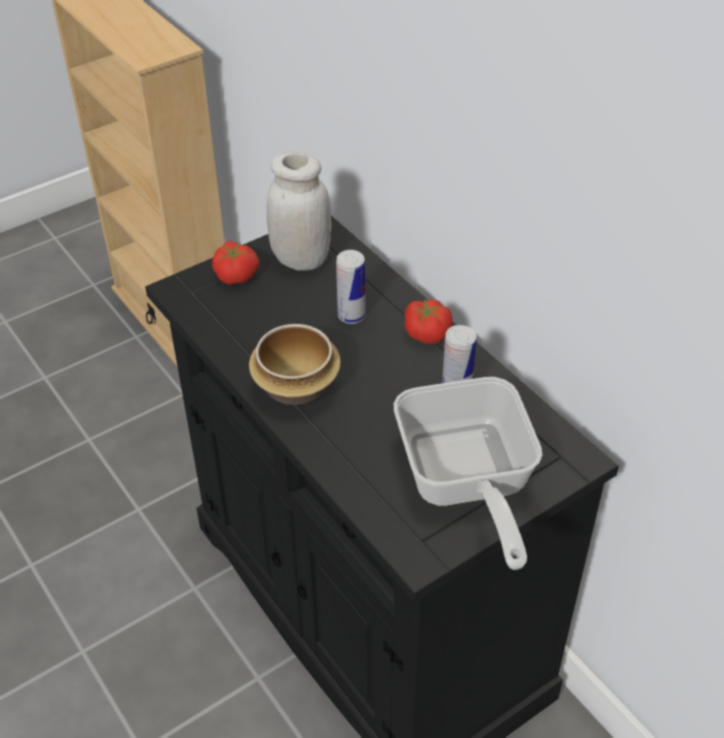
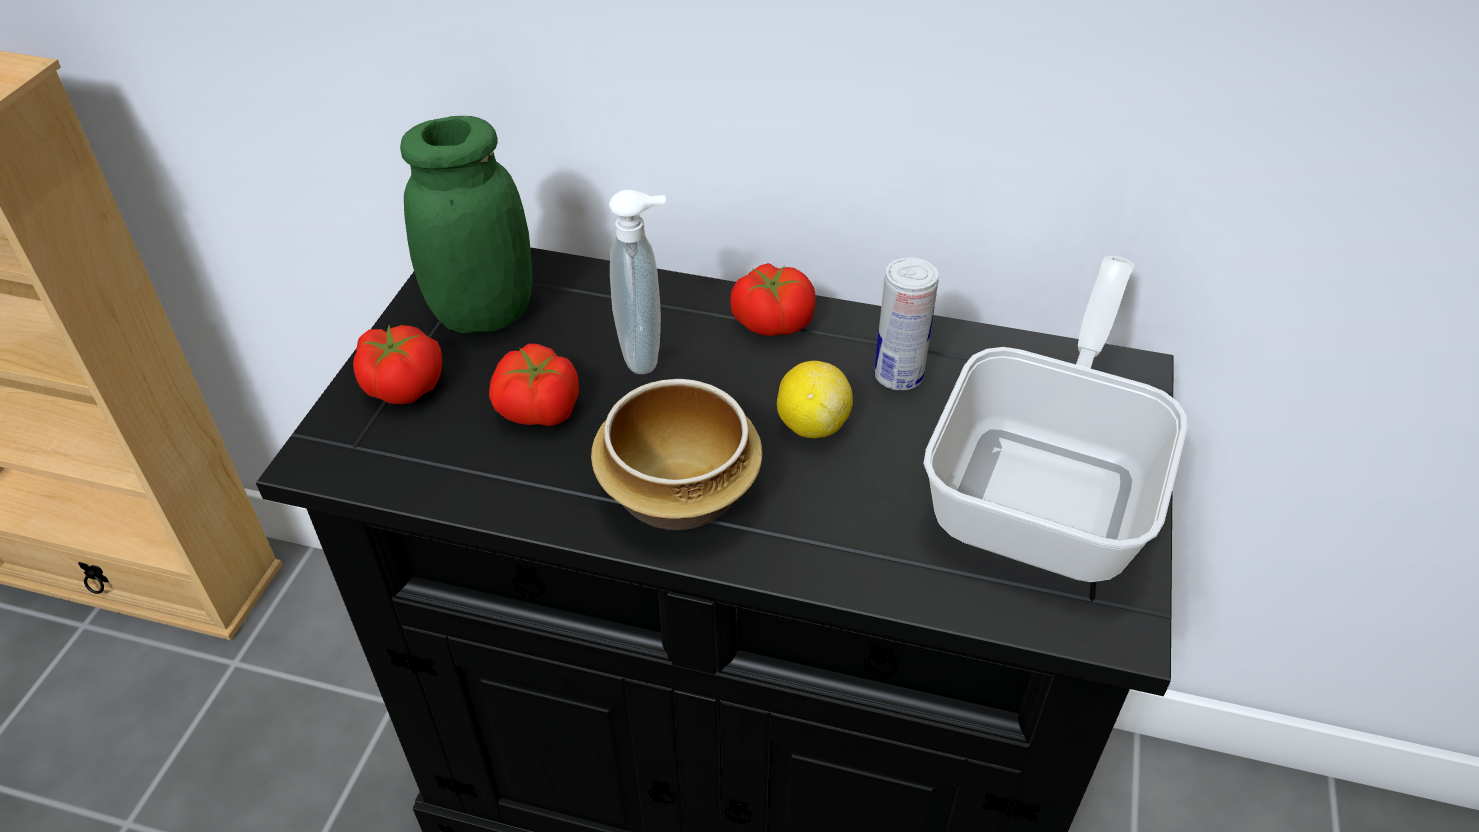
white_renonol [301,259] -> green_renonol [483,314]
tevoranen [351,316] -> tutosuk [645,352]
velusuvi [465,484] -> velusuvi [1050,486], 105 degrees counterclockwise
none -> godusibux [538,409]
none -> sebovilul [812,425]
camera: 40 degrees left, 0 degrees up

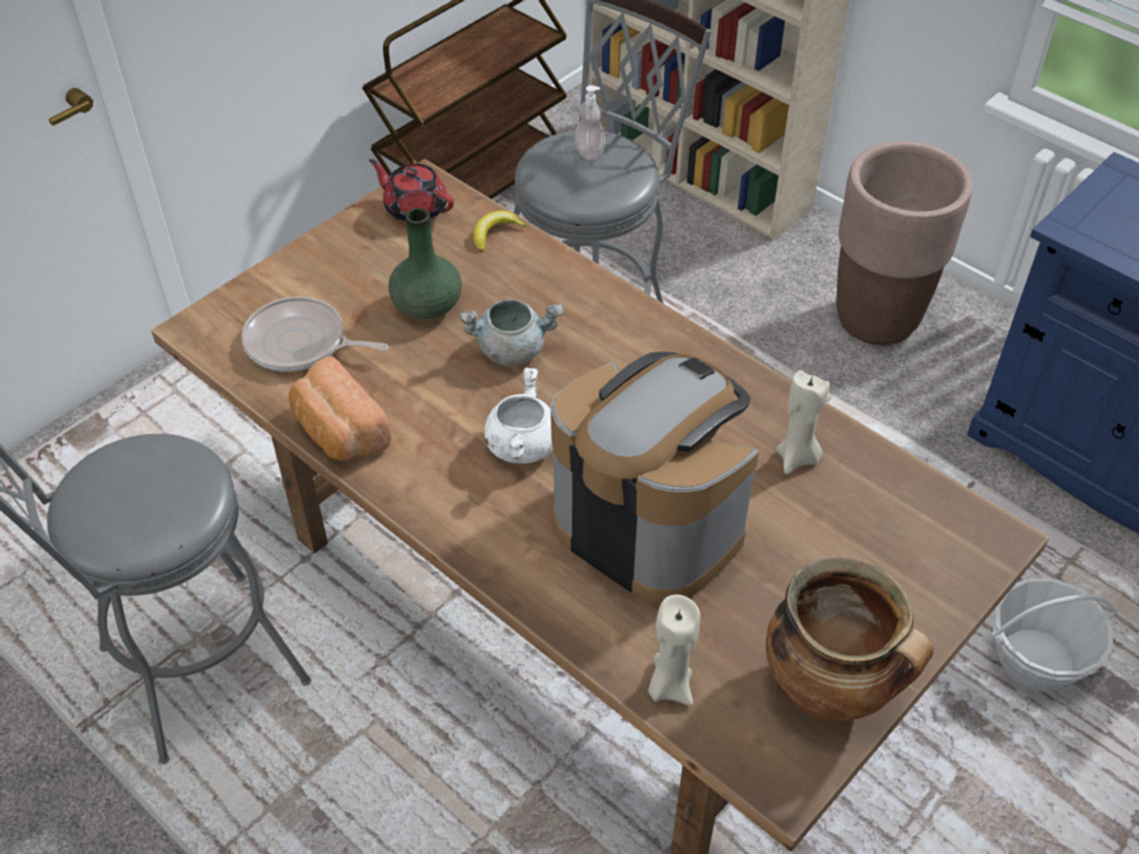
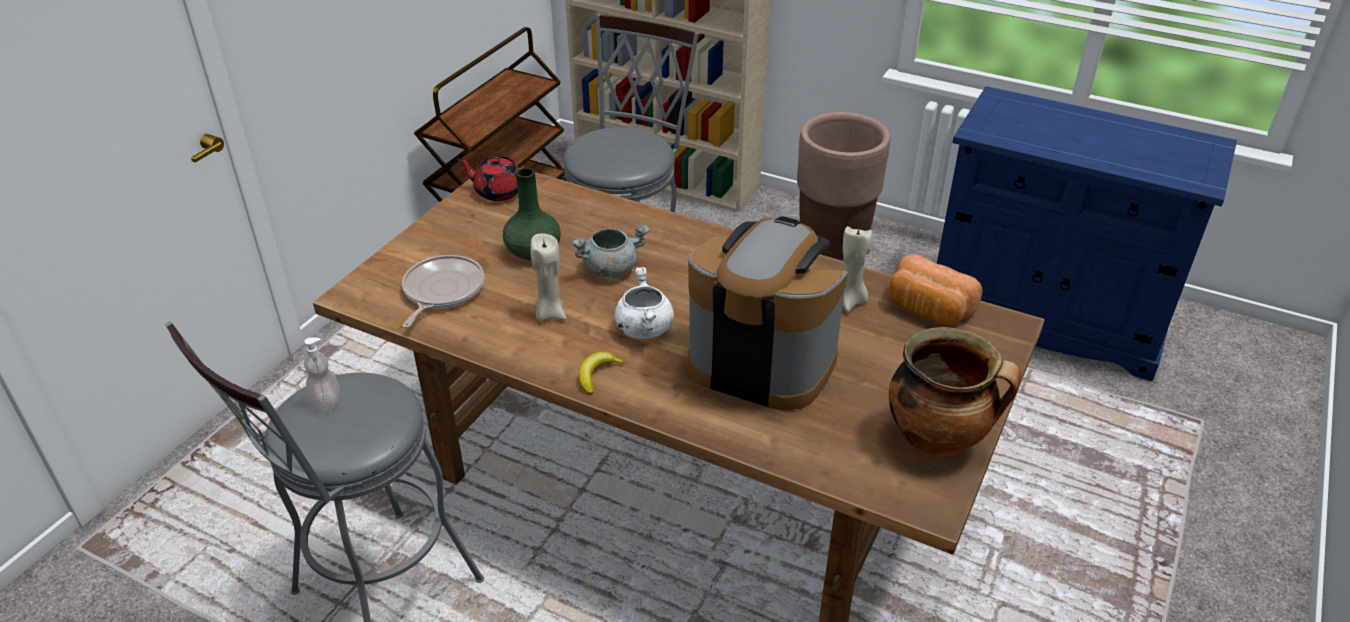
velusuvi [300,343] -> velusuvi [441,291], 105 degrees clockwise
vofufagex [338,432] -> vofufagex [927,310], move
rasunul [495,234] -> rasunul [597,375], move
tutosuk [589,152] -> tutosuk [326,401], move
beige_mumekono [669,685] -> beige_mumekono [549,314], move
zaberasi [1035,660] -> none
camera: 15 degrees left, 10 degrees down

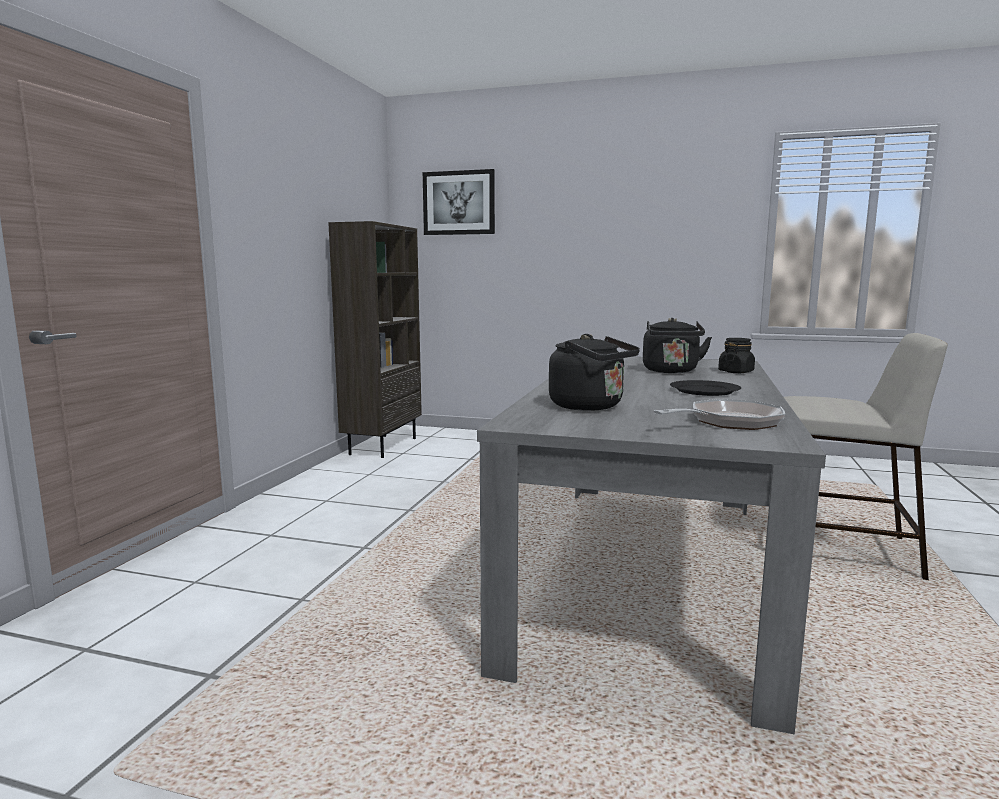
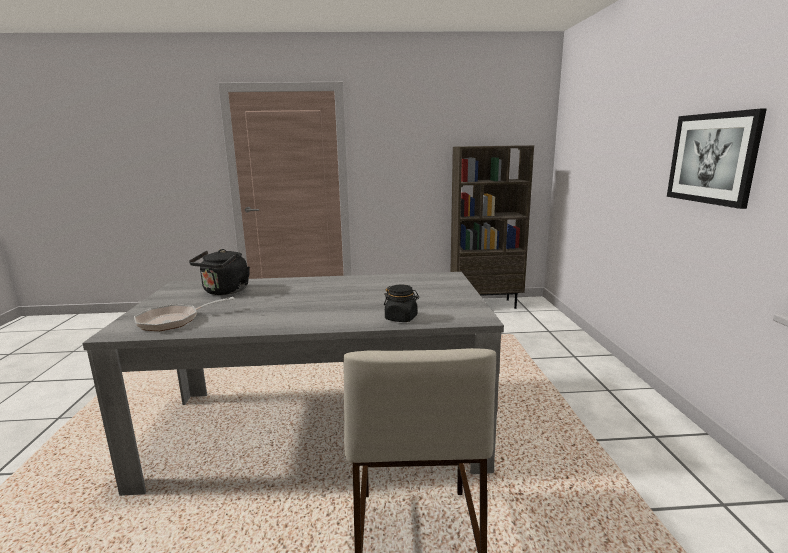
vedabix [459,203] -> vedabix [712,158], move
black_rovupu [671,371] -> none
velusuvi [729,422] -> velusuvi [174,321], 105 degrees clockwise
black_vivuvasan [704,390] -> none
camera: 70 degrees right, 5 degrees up

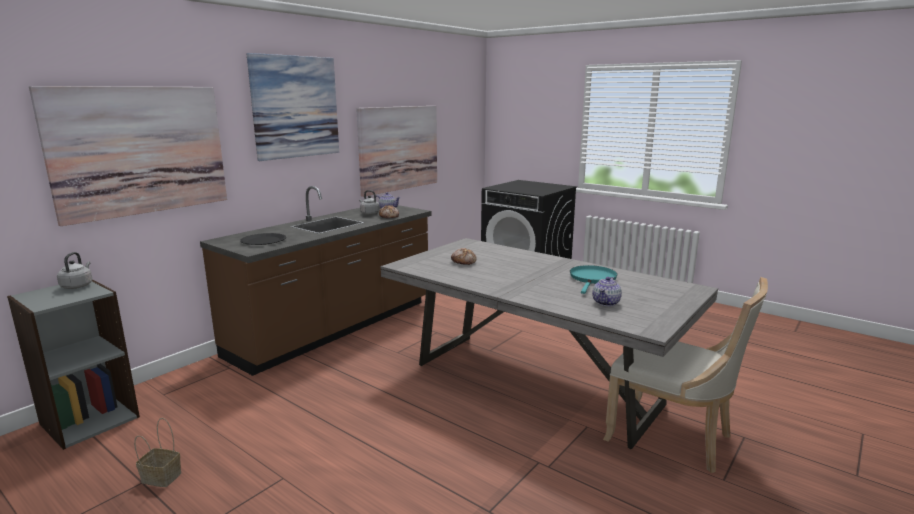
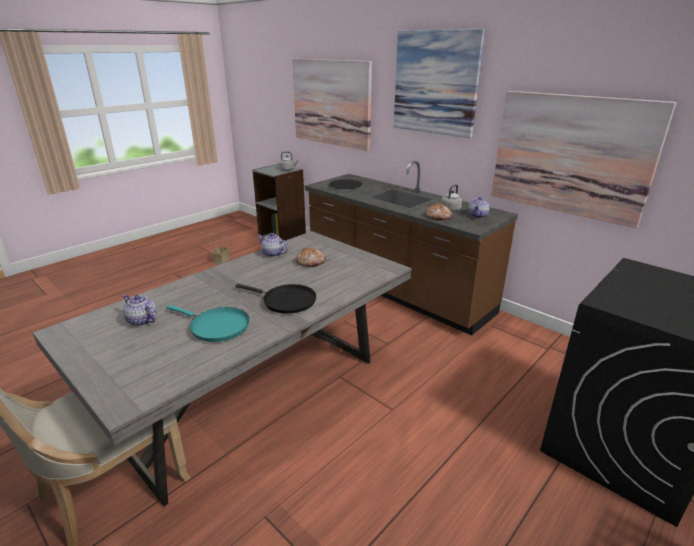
none -> black_velusuvi [286,301]
none -> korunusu [273,254]
camera: 95 degrees right, 10 degrees up

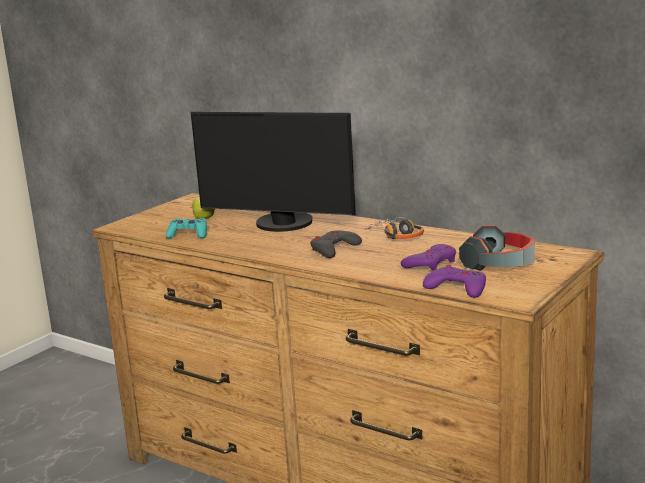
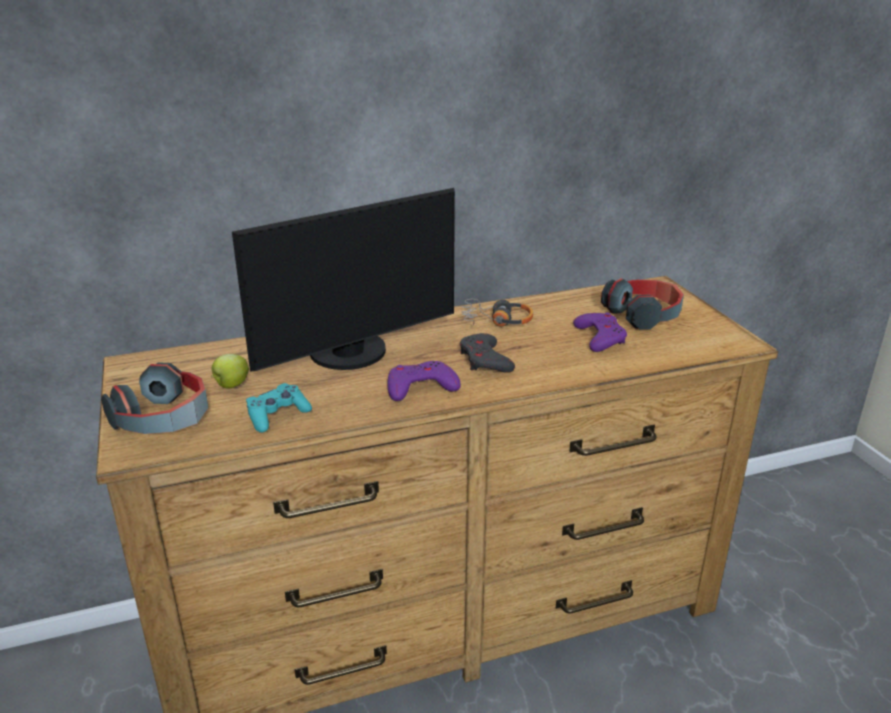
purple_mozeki [457,288] -> purple_mozeki [420,387], move
none -> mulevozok [164,418]
camera: 55 degrees left, 10 degrees up

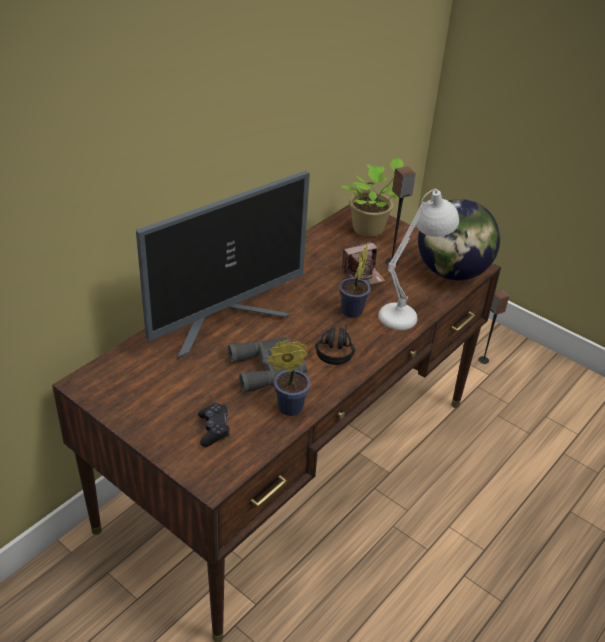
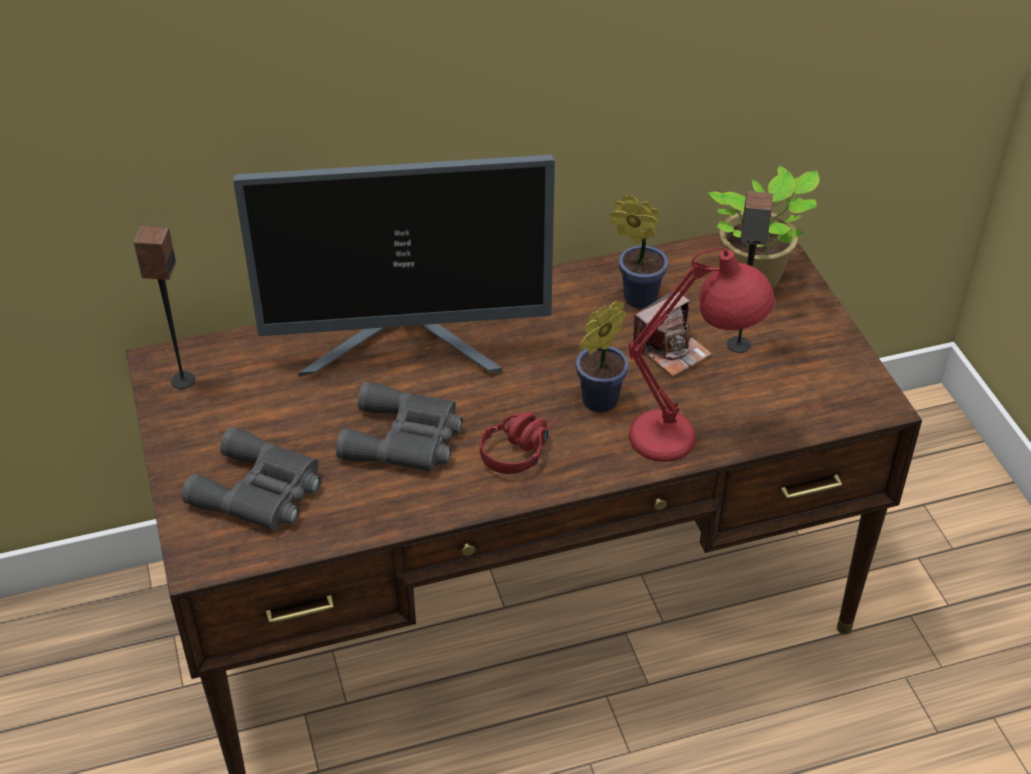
black_mozeki [214,429] -> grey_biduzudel [260,492]
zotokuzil [286,407] -> zotokuzil [636,296], move
black_mulevozok [335,349] -> red_mulevozok [521,448]
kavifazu [363,275] -> kavifazu [671,350], 45 degrees counterclockwise
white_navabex [410,312] -> red_navabex [691,436]
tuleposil [451,272] -> none
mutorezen [483,360] -> mutorezen [182,380], move
camera: 35 degrees right, 5 degrees up

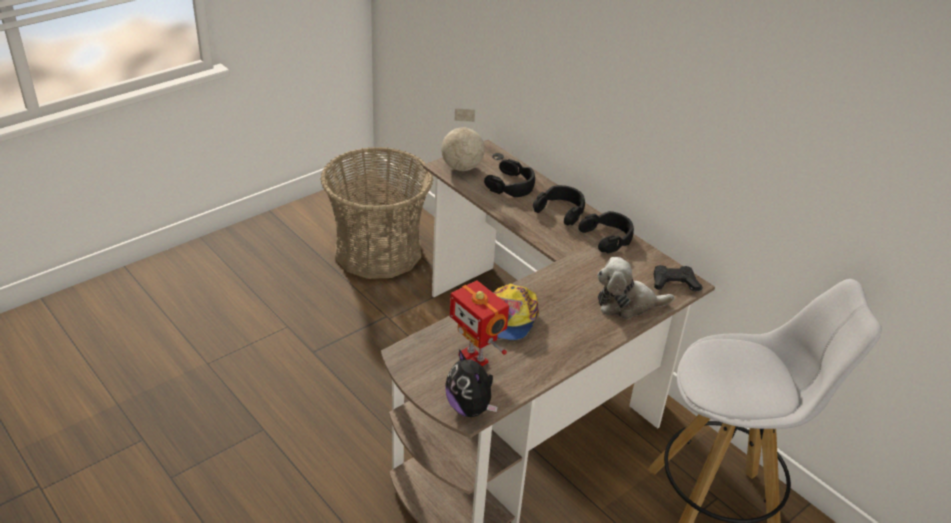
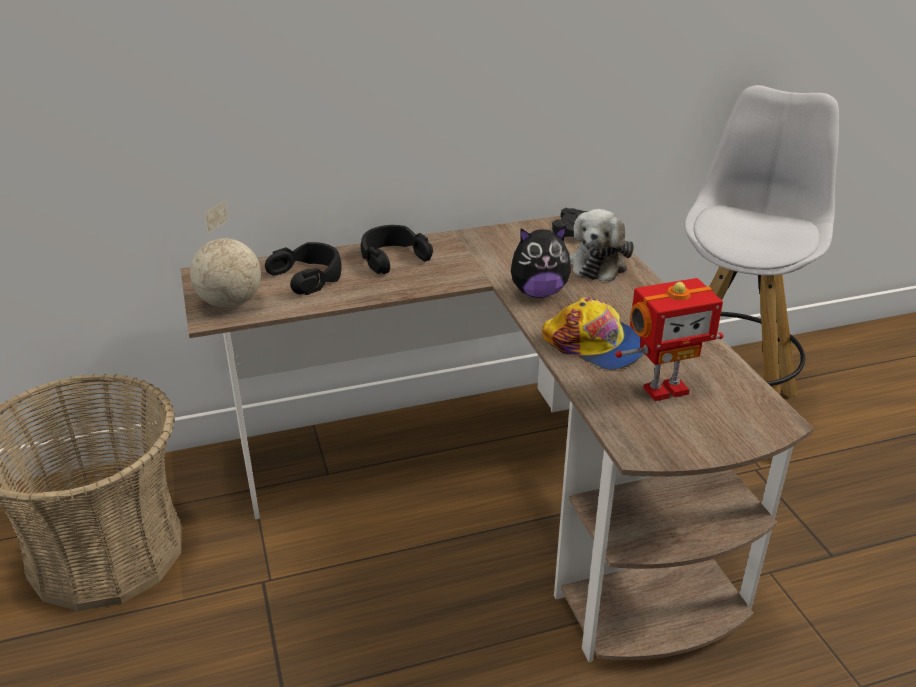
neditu [470,407] -> neditu [538,293], move
black_mulevozok [607,237] -> none
camera: 65 degrees left, 5 degrees down

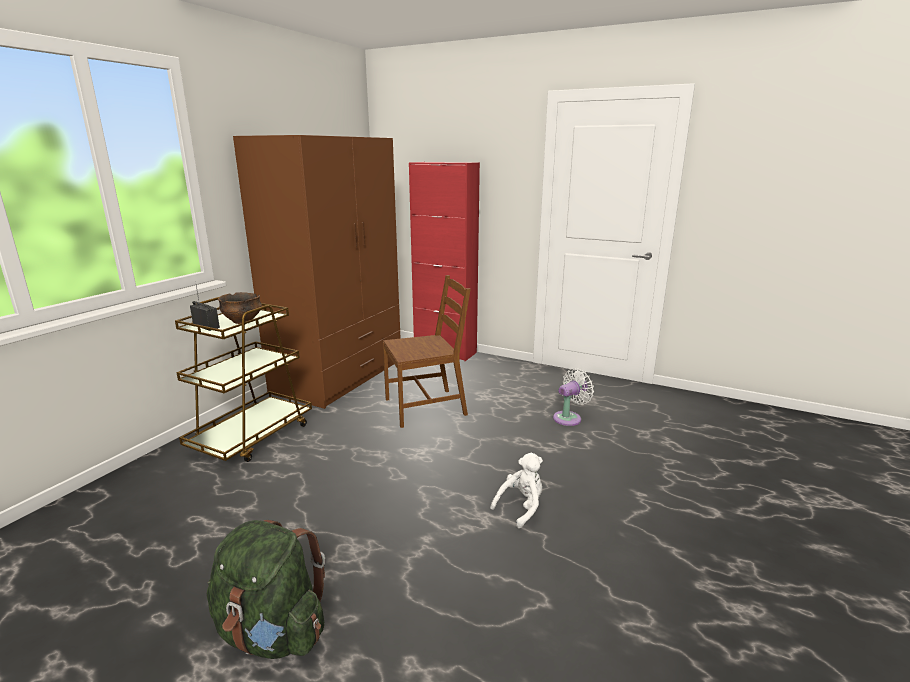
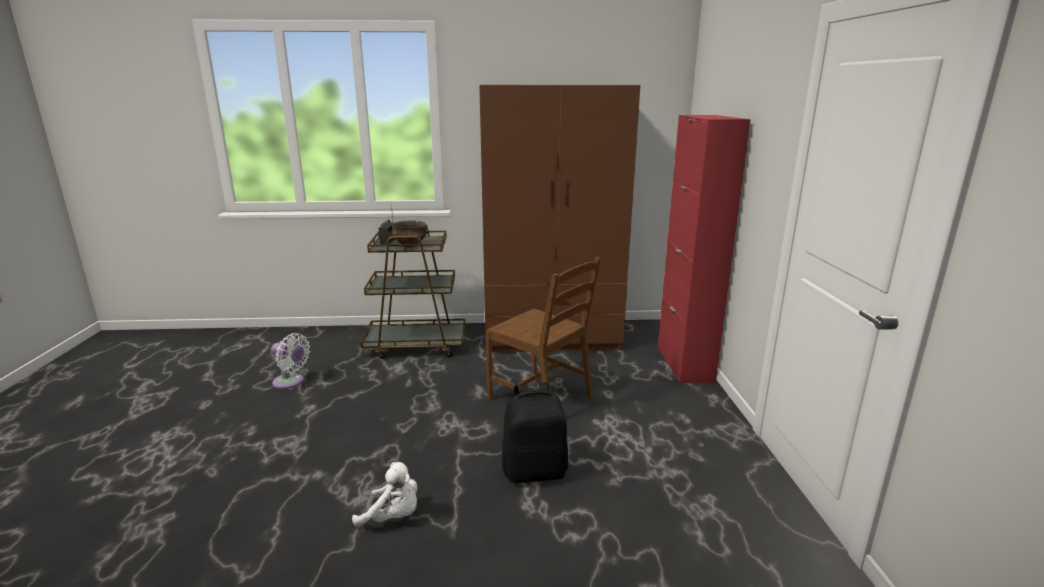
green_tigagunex [272,633] -> none
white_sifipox [569,418] -> white_sifipox [291,382], move
none -> black_tigagunex [535,471]
camera: 60 degrees right, 0 degrees up

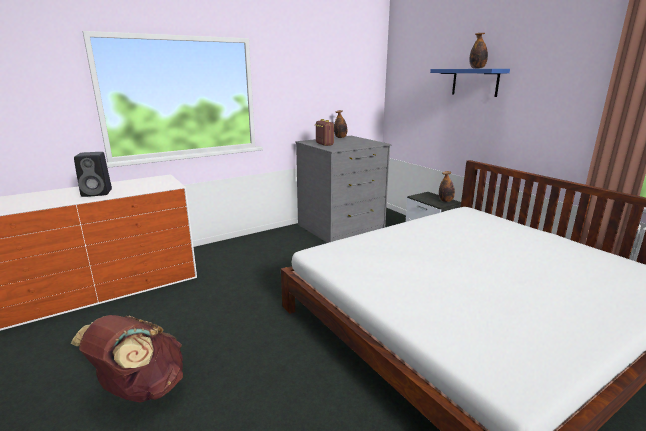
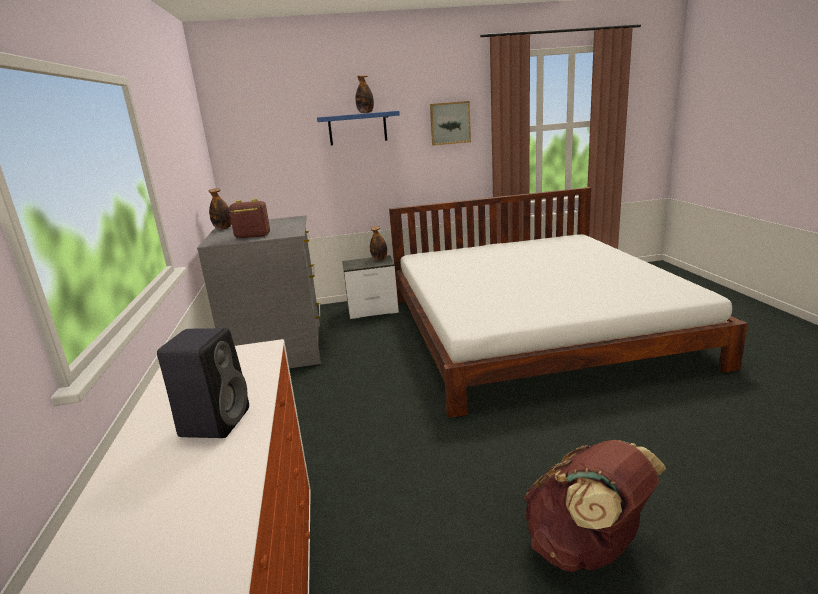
none -> vedabix [450,123]
camera: 65 degrees left, 0 degrees up

